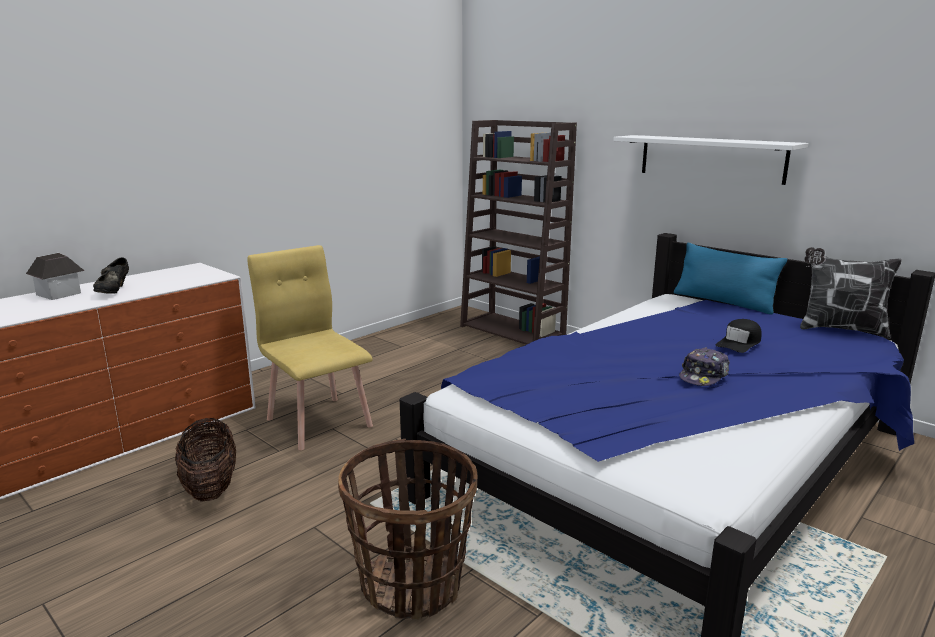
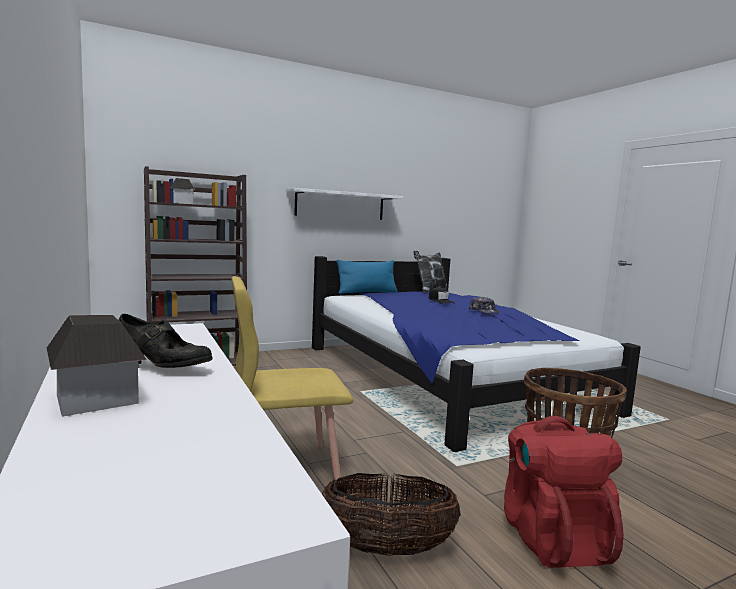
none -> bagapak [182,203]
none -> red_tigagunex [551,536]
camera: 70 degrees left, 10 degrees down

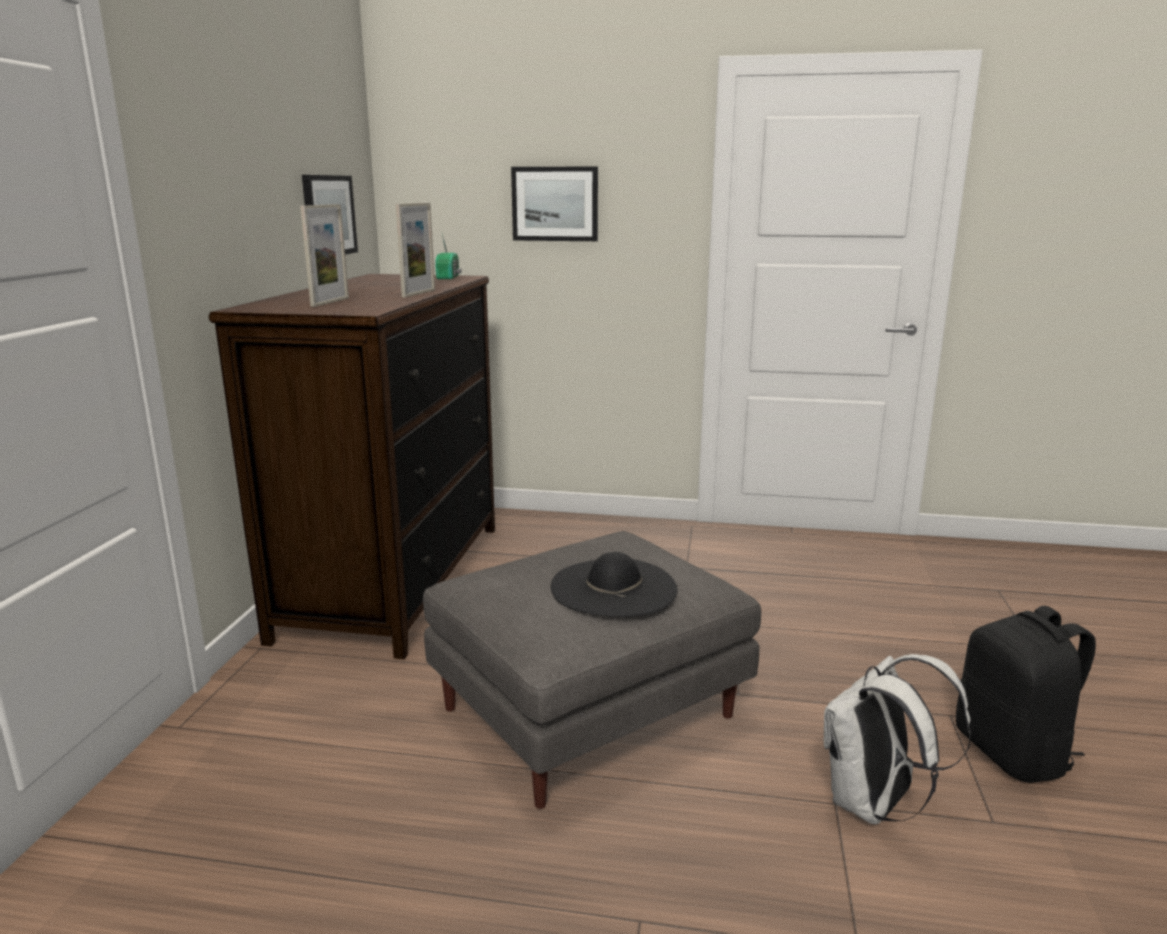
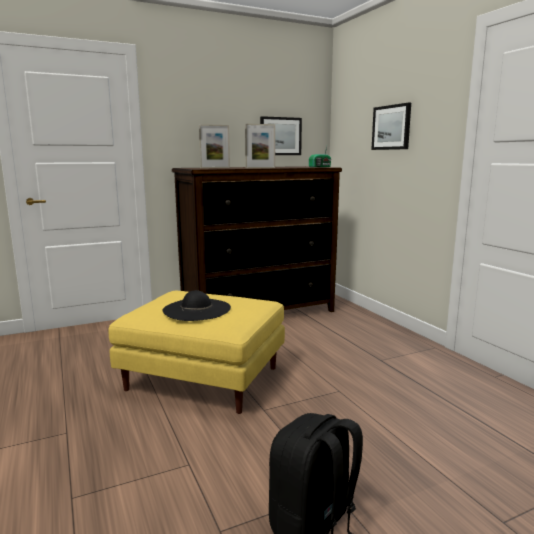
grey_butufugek [590,710] -> yellow_butufugek [205,378]
white_tigagunex [874,805] -> none
camera: 55 degrees right, 5 degrees down

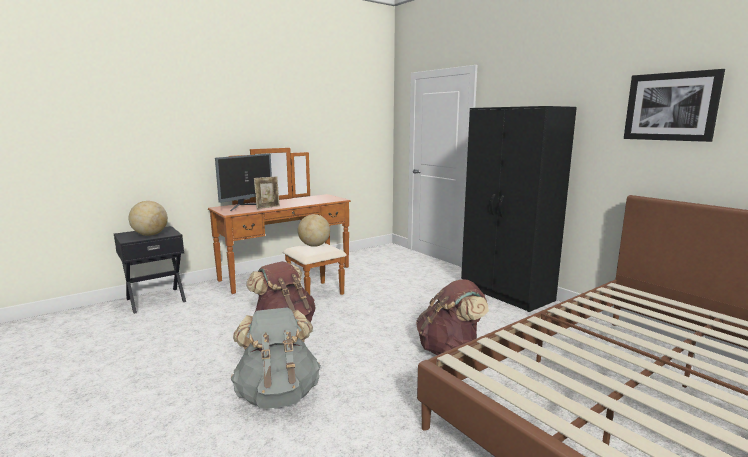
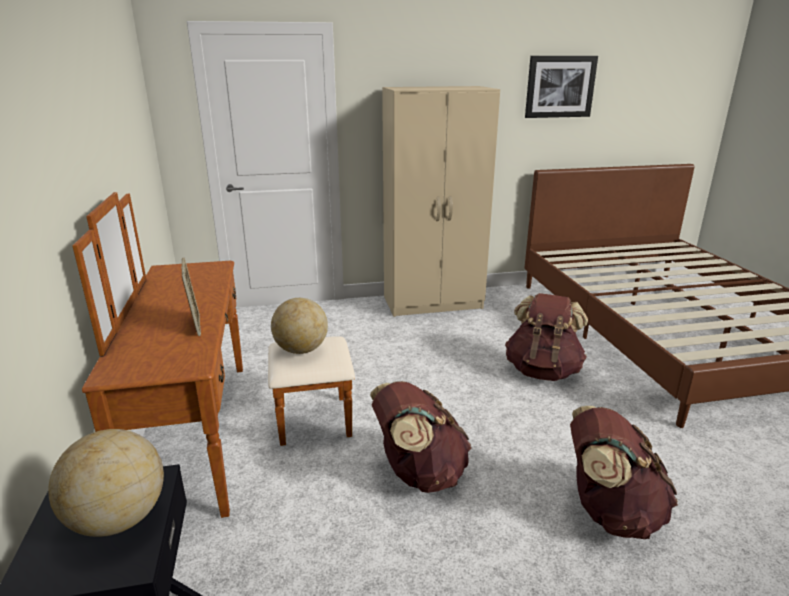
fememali [246,206] -> none
grey_tigagunex [278,394] -> brown_tigagunex [609,512]
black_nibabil [507,293] -> beige_nibabil [434,303]
camera: 65 degrees left, 10 degrees up

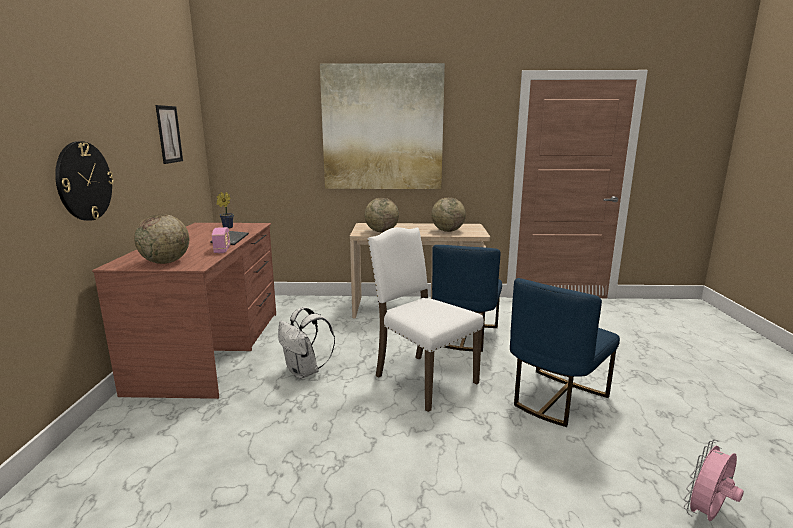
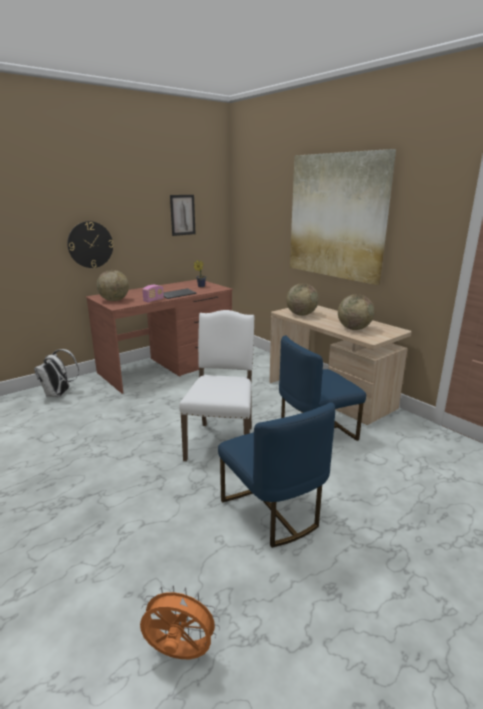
white_tigagunex [305,372] -> white_tigagunex [59,394], move
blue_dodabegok [555,398] -> blue_dodabegok [273,511], 120 degrees counterclockwise
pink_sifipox [706,515] -> orange_sifipox [179,654]
camera: 50 degrees right, 5 degrees up

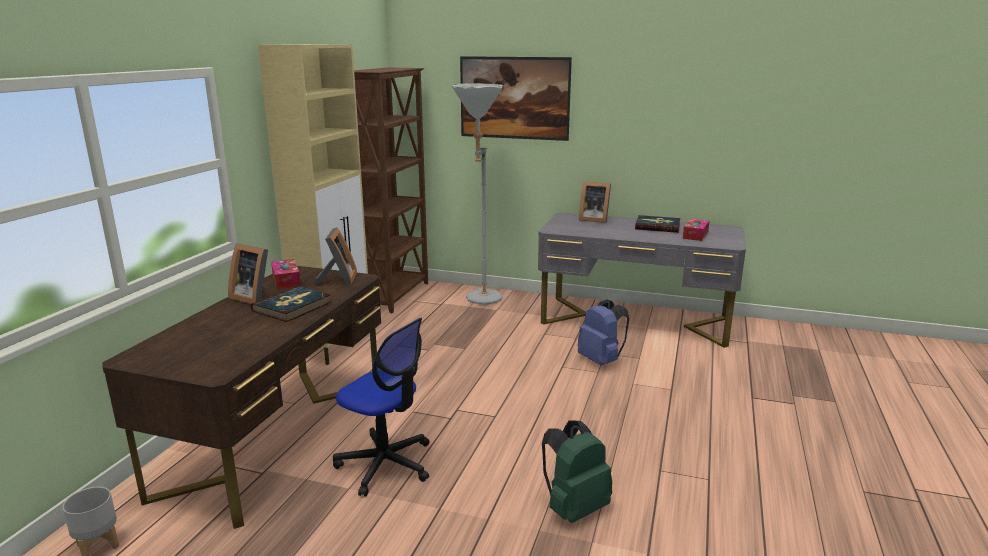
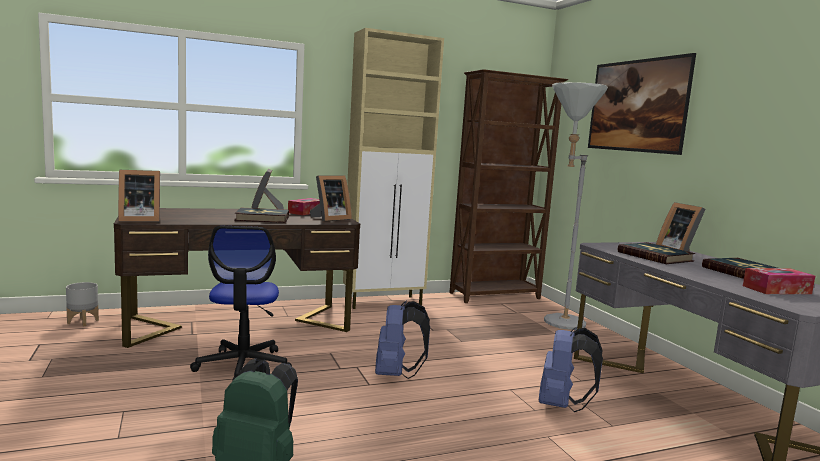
none -> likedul [138,220]
none -> blue_tigagunex [396,374]
none -> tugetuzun [655,256]
camera: 50 degrees right, 10 degrees down

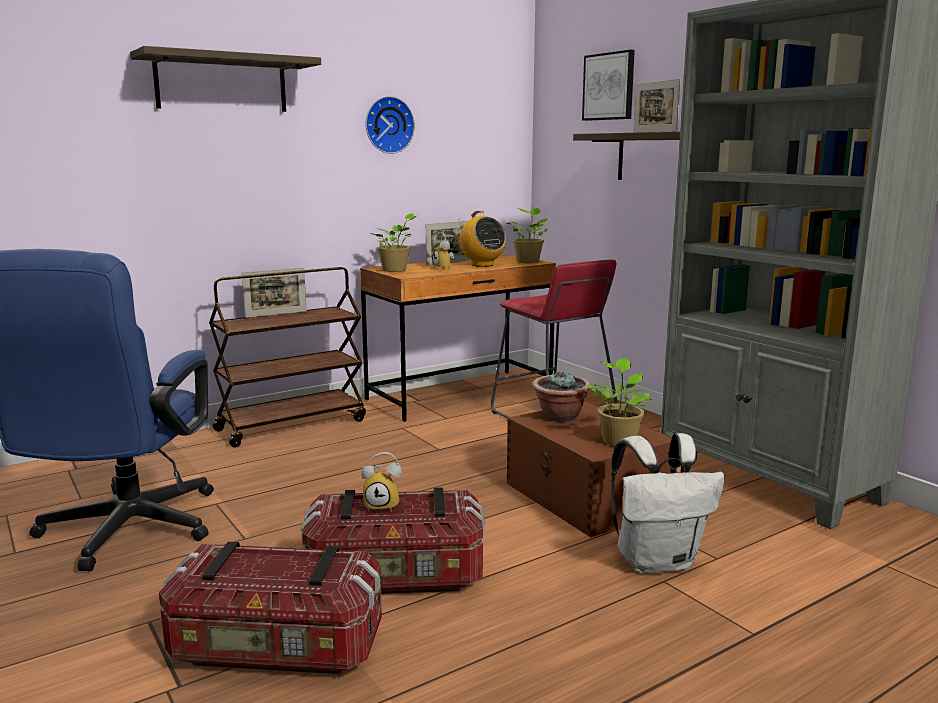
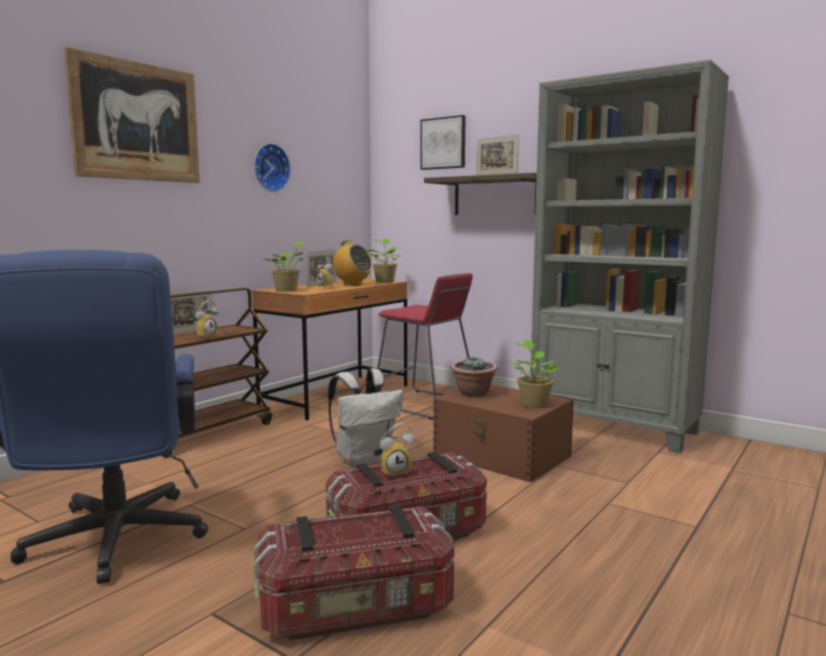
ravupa [221,83] -> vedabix [137,121]
white_tigagunex [657,561] -> white_tigagunex [364,458], move
none -> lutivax [205,336]
camera: 20 degrees left, 5 degrees down

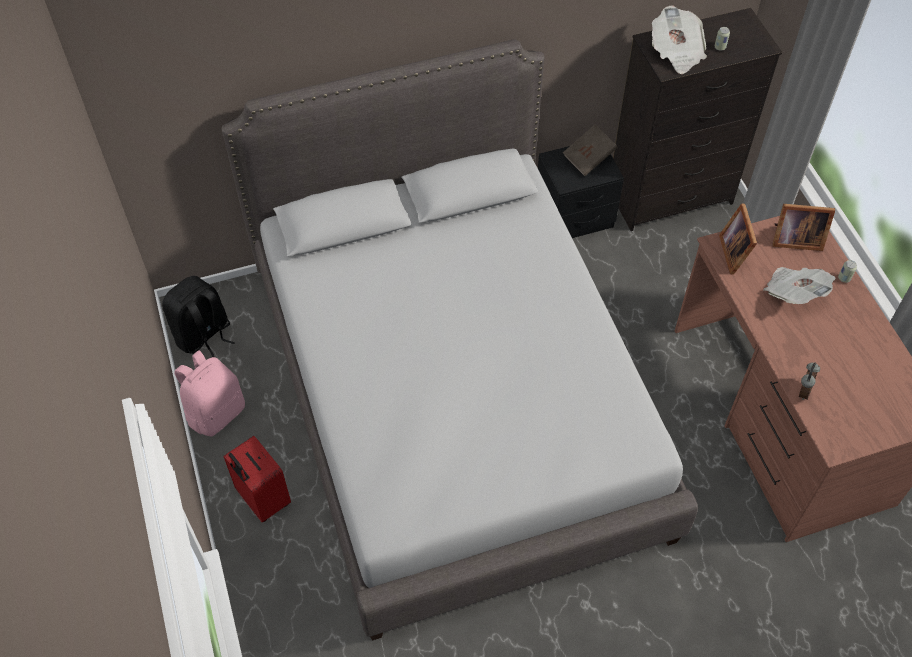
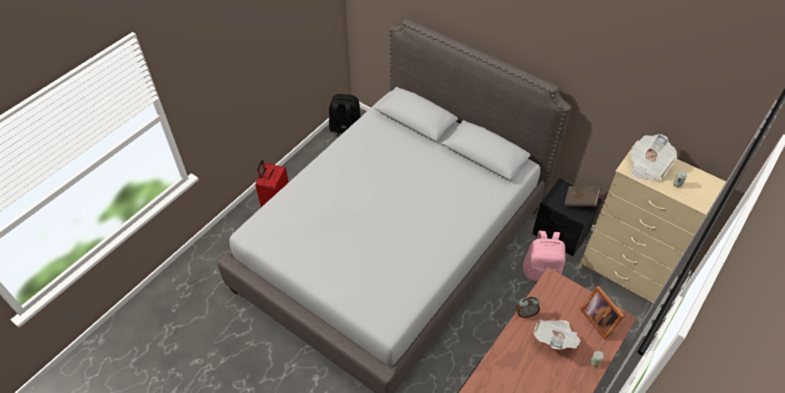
pink_tigagunex [216,412] -> pink_tigagunex [541,271], move
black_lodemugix [671,197] -> beige_lodemugix [625,273]
likedul [736,252] -> none
lutivax [803,391] -> lutivax [526,313], move
camera: 55 degrees right, 5 degrees down

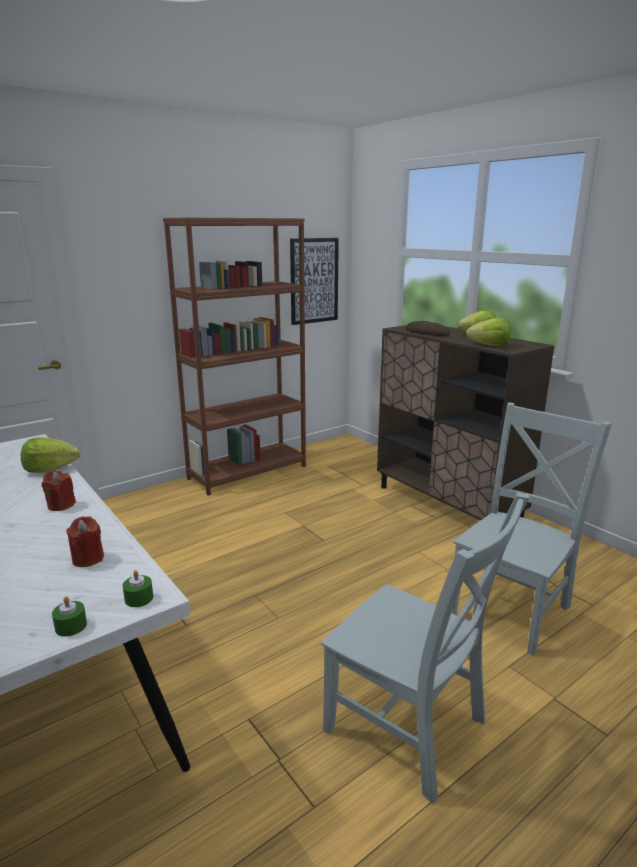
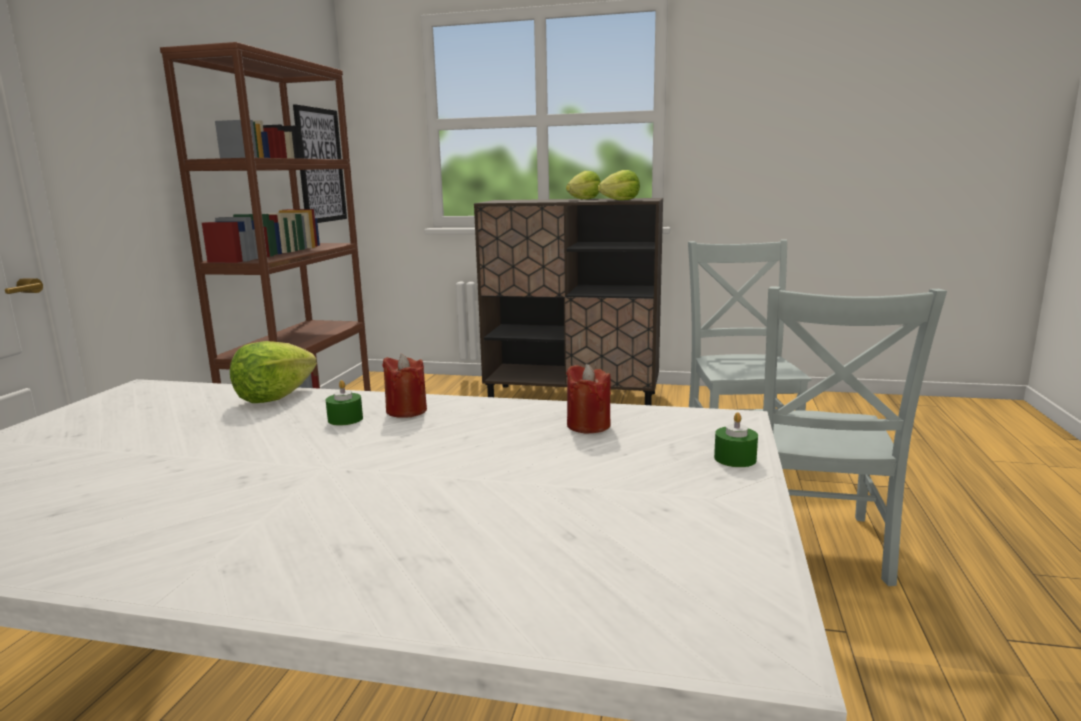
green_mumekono [139,598] -> green_mumekono [345,419], move
grey_dodabegok [410,730] -> grey_dodabegok [813,547], 105 degrees clockwise
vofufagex [426,333] -> none
camera: 40 degrees left, 5 degrees down

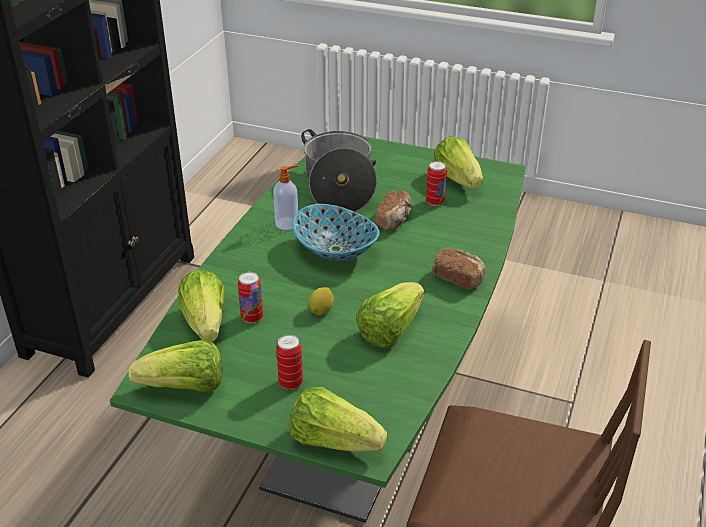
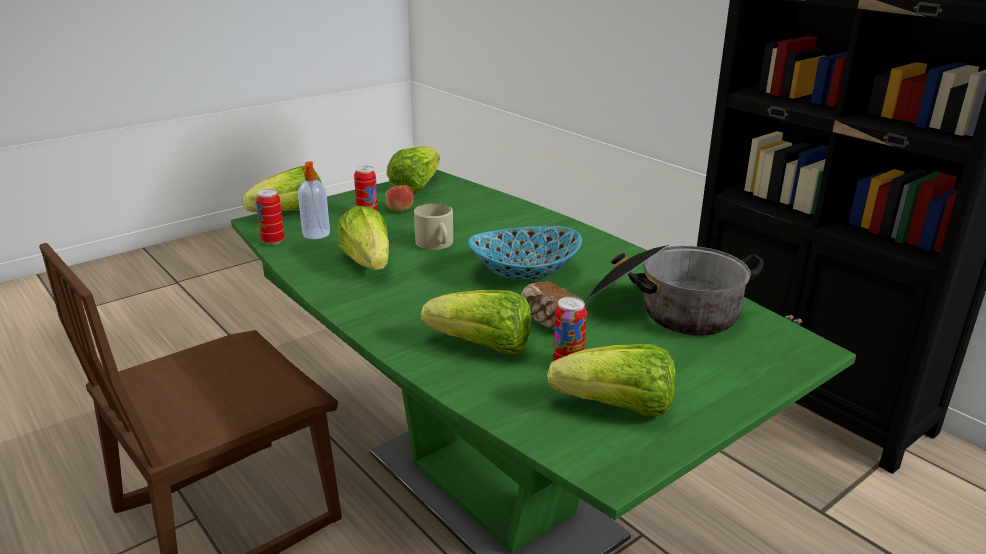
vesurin [205,323] -> vesurin [482,347], move
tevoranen [252,318] -> tevoranen [273,241], move
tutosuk [287,223] -> tutosuk [315,234], move
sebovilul [322,310] -> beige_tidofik [436,244]
vofufagex [458,278] -> none
none -> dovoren [399,209]
camera: 120 degrees right, 10 degrees down

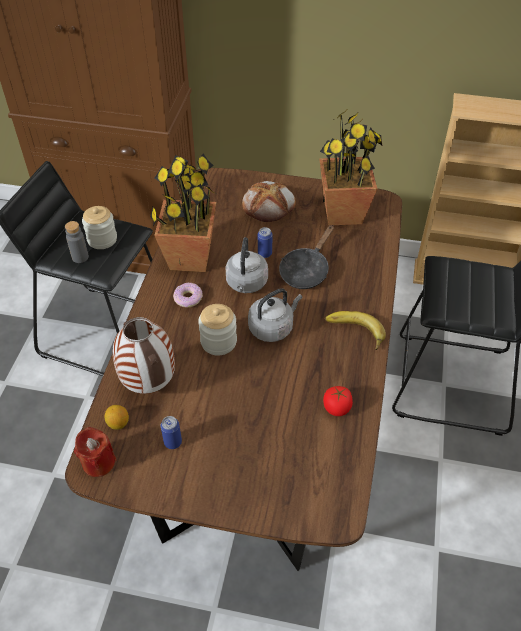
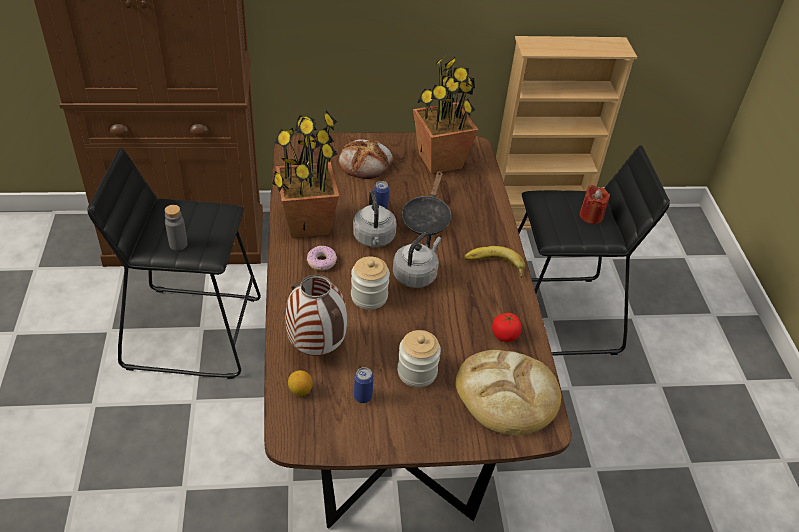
red_mumekono [98,462] -> red_mumekono [591,216], move
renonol [102,239] -> renonol [417,372], move
none -> vofufagex [507,394]
camera: 20 degrees left, 5 degrees down

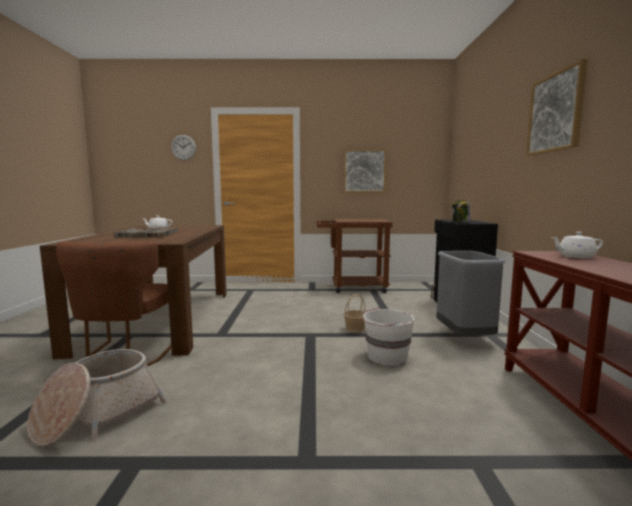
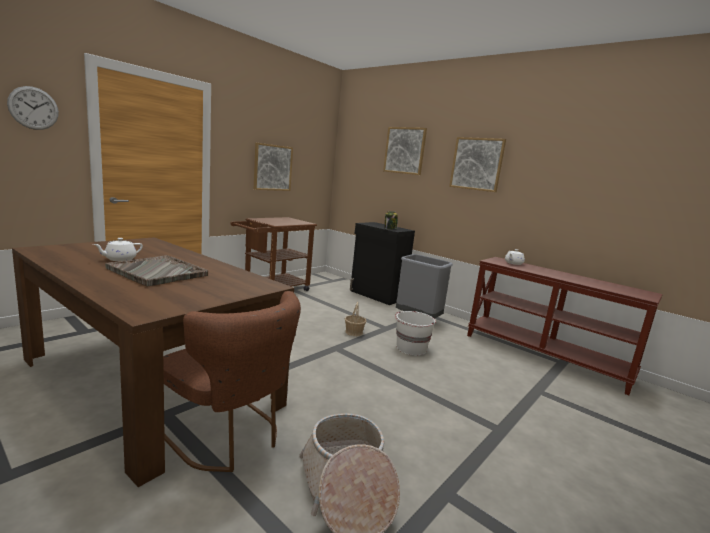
none -> vedabix [405,150]
camera: 50 degrees left, 5 degrees up

